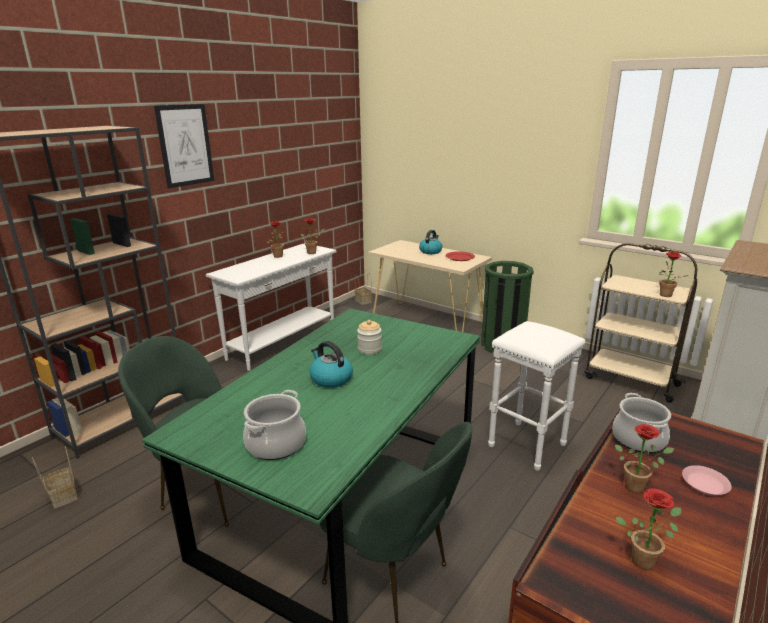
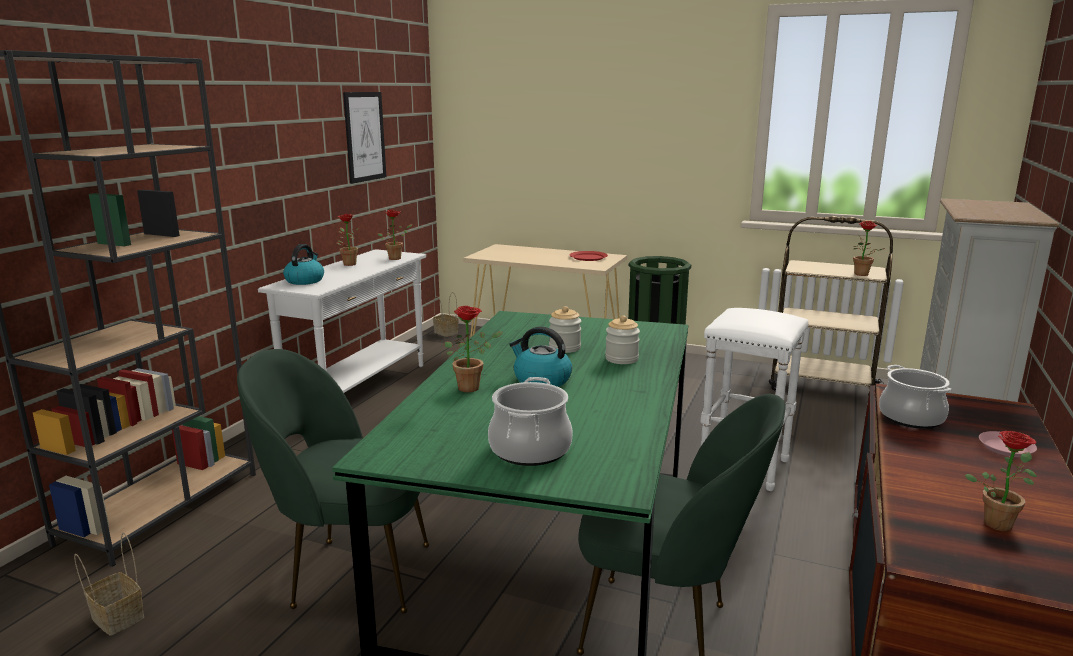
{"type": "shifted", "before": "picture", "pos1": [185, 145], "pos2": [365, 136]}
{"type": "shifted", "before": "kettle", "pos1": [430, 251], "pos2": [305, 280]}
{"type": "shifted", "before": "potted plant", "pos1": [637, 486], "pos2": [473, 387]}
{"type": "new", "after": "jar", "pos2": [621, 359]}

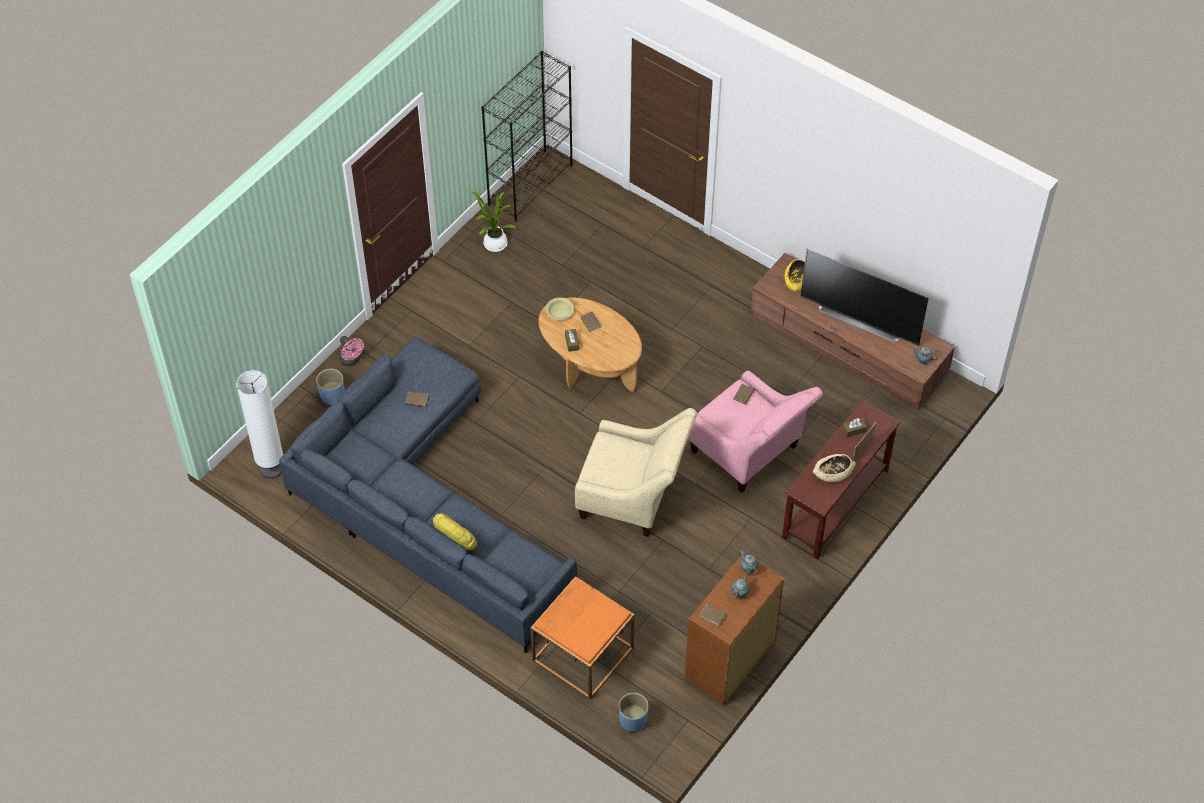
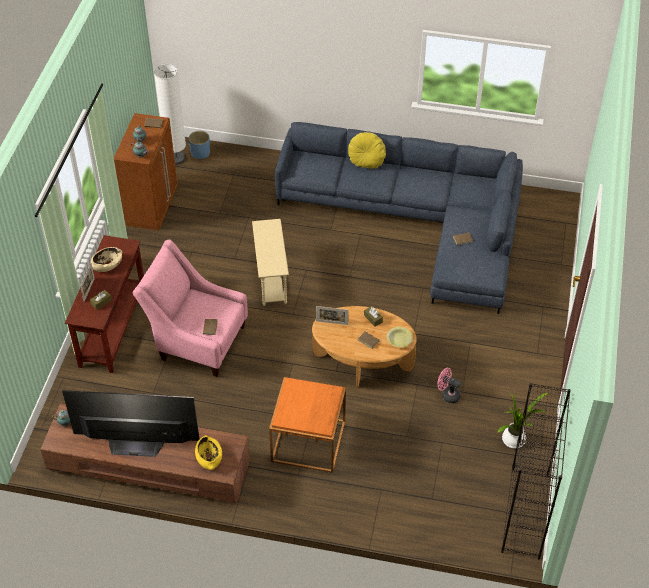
{"type": "shifted", "before": "pink fan", "pos1": [351, 360], "pos2": [447, 395]}
{"type": "gone", "before": "blue planter", "pos1": [332, 395]}
{"type": "shifted", "before": "white floor lamp", "pos1": [271, 469], "pos2": [176, 159]}
{"type": "swapped", "before": "beige armchair", "after": "beige side table", "pos1": [634, 497], "pos2": [271, 278]}
{"type": "shifted", "before": "orange side table", "pos1": [583, 654], "pos2": [308, 441]}
{"type": "new", "after": "picture frame", "pos2": [332, 323]}

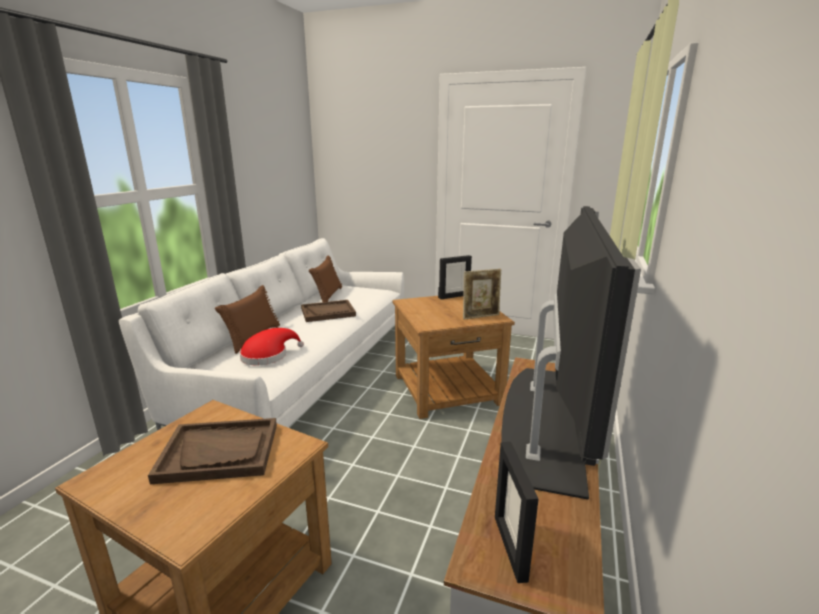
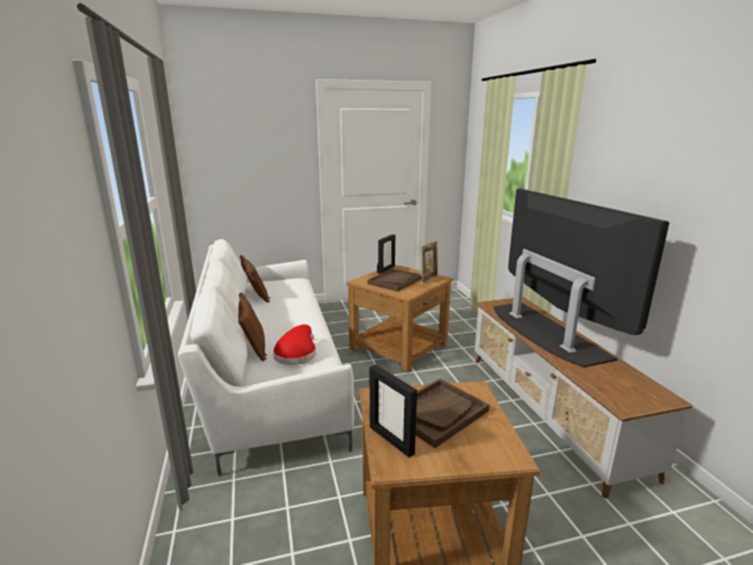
{"type": "shifted", "before": "brown tray", "pos1": [328, 312], "pos2": [395, 281]}
{"type": "shifted", "before": "picture frame", "pos1": [512, 547], "pos2": [392, 439]}

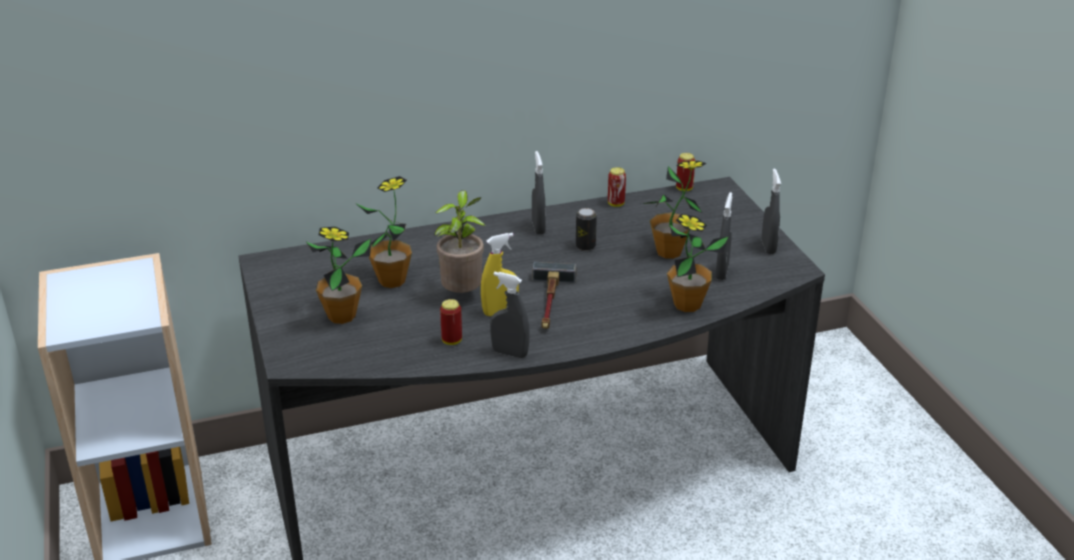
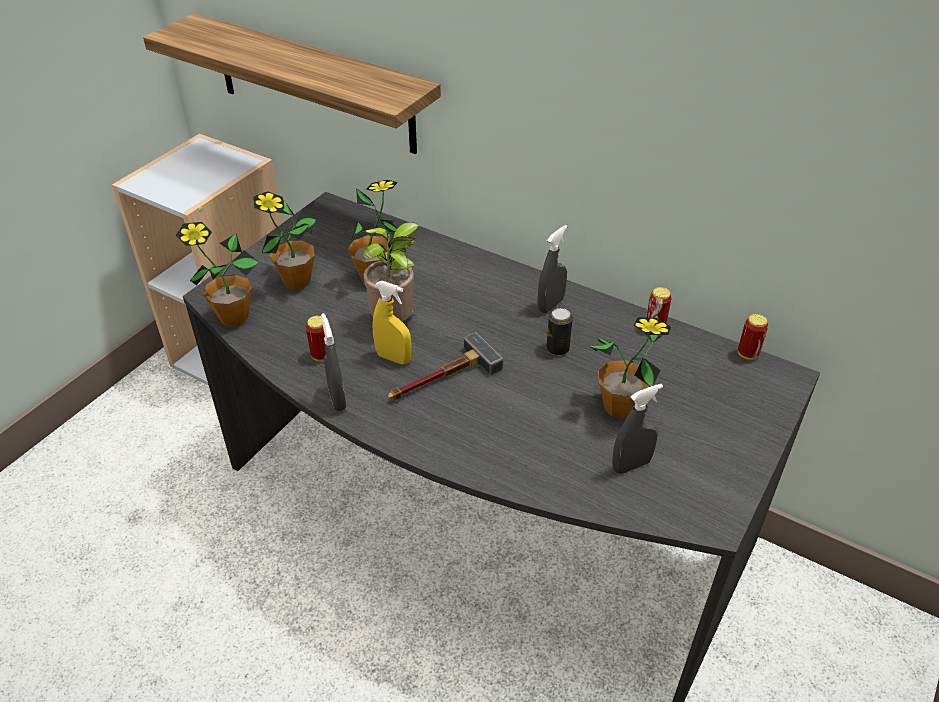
{"type": "gone", "before": "grey spray bottle", "pos1": [768, 247]}
{"type": "shifted", "before": "potted plant", "pos1": [687, 305], "pos2": [234, 318]}
{"type": "new", "after": "shelf", "pos2": [313, 84]}

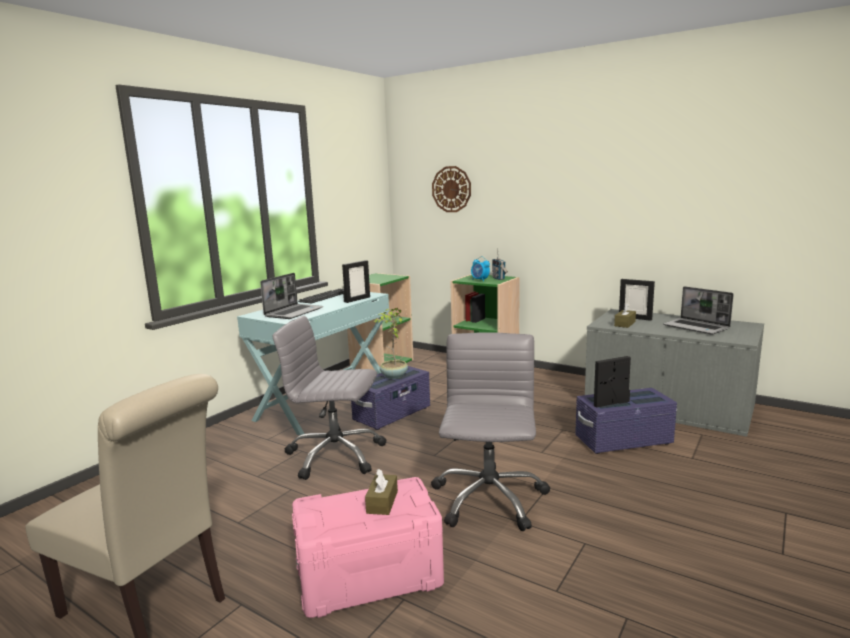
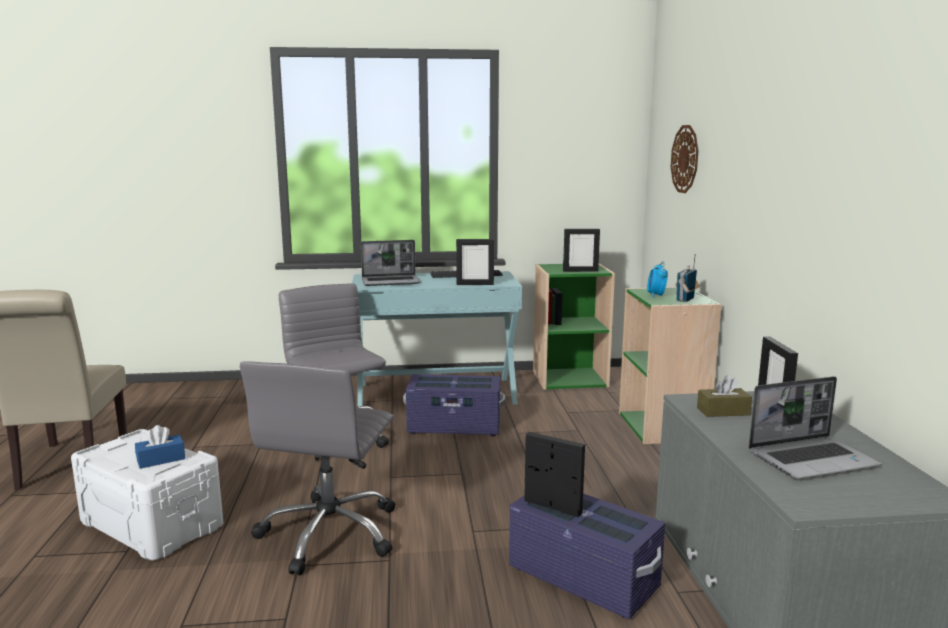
{"type": "rotated", "before": "laptop", "pos1": [697, 327], "pos2": [812, 459], "turn": -120}
{"type": "gone", "before": "potted plant", "pos1": [393, 376]}
{"type": "rotated", "before": "grey office chair", "pos1": [488, 498], "pos2": [329, 534], "turn": 135}
{"type": "repainted", "before": "brown tissue box", "after": "blue tissue box", "pos1": [382, 502], "pos2": [161, 459]}
{"type": "repainted", "before": "pink storage box", "after": "white storage box", "pos1": [369, 575], "pos2": [153, 523]}
{"type": "new", "after": "picture frame", "pos2": [580, 271]}

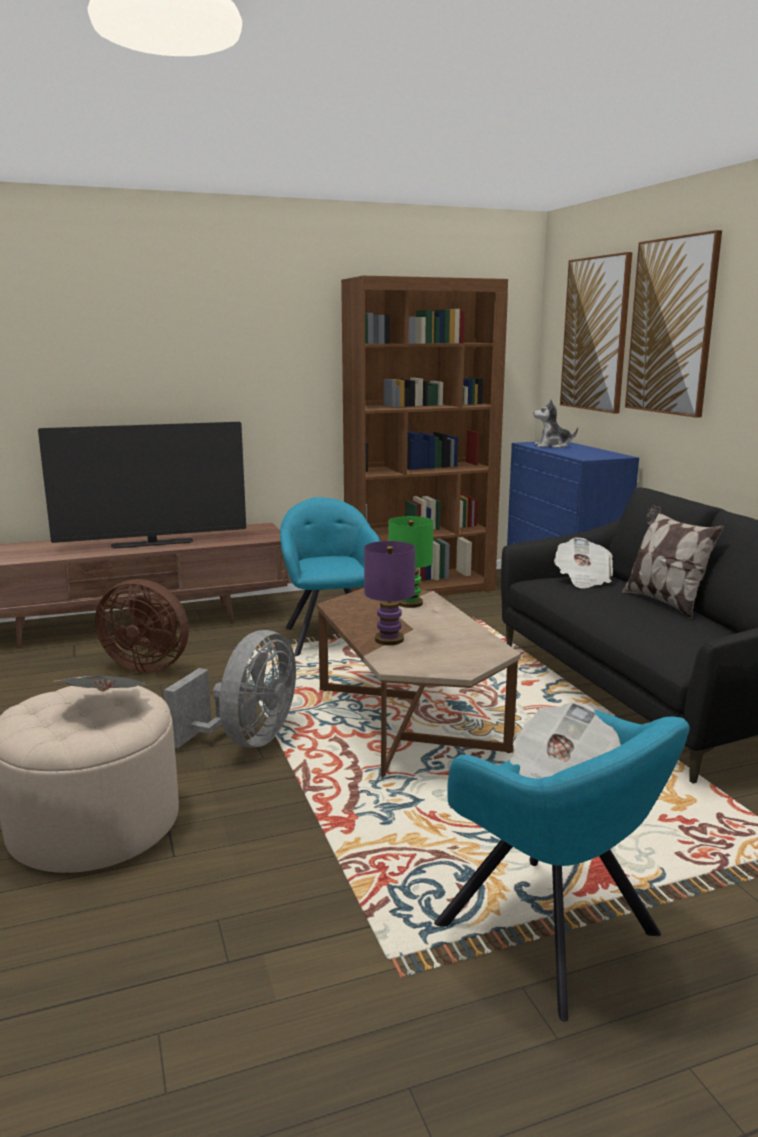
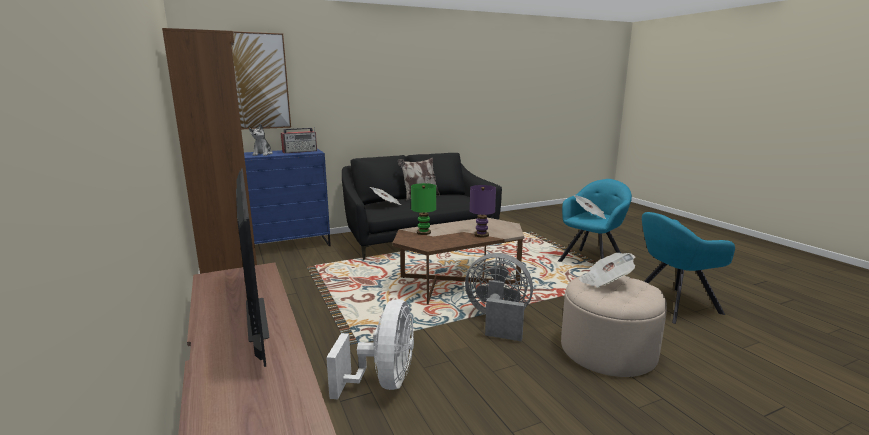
{"type": "gone", "before": "picture", "pos1": [672, 326]}
{"type": "shifted", "before": "turquoise armchair", "pos1": [330, 637], "pos2": [672, 305]}
{"type": "repainted", "before": "brown fan", "after": "white fan", "pos1": [148, 665], "pos2": [384, 382]}
{"type": "new", "after": "radio", "pos2": [300, 151]}

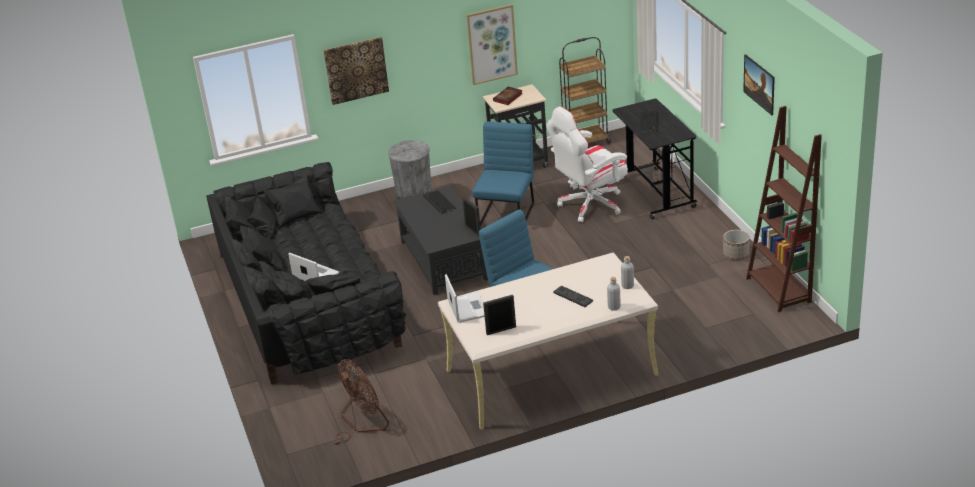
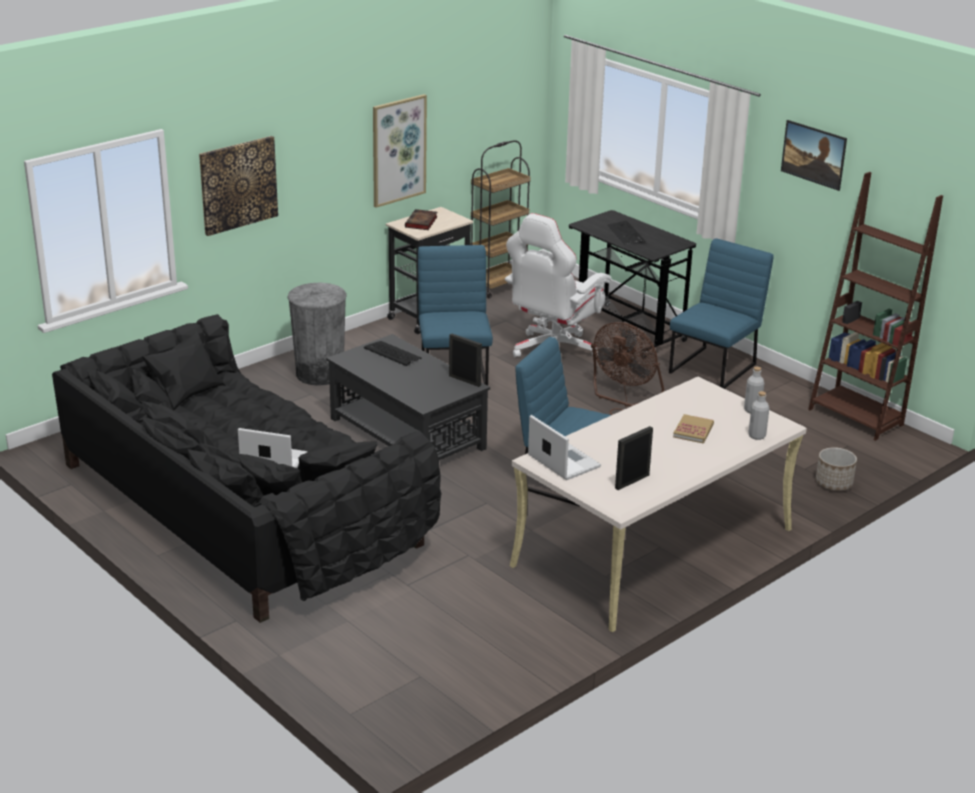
{"type": "shifted", "before": "planter", "pos1": [736, 254], "pos2": [834, 483]}
{"type": "swapped", "before": "keyboard", "after": "book", "pos1": [573, 296], "pos2": [693, 431]}
{"type": "shifted", "before": "brown fan", "pos1": [358, 421], "pos2": [621, 398]}
{"type": "new", "after": "blue chair", "pos2": [714, 367]}

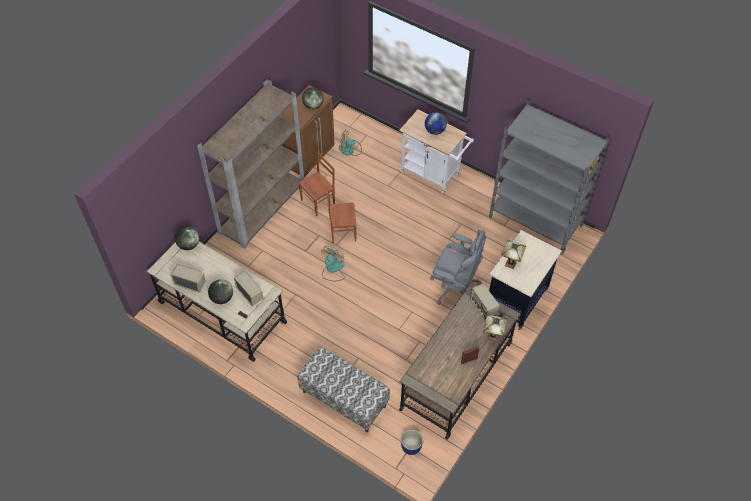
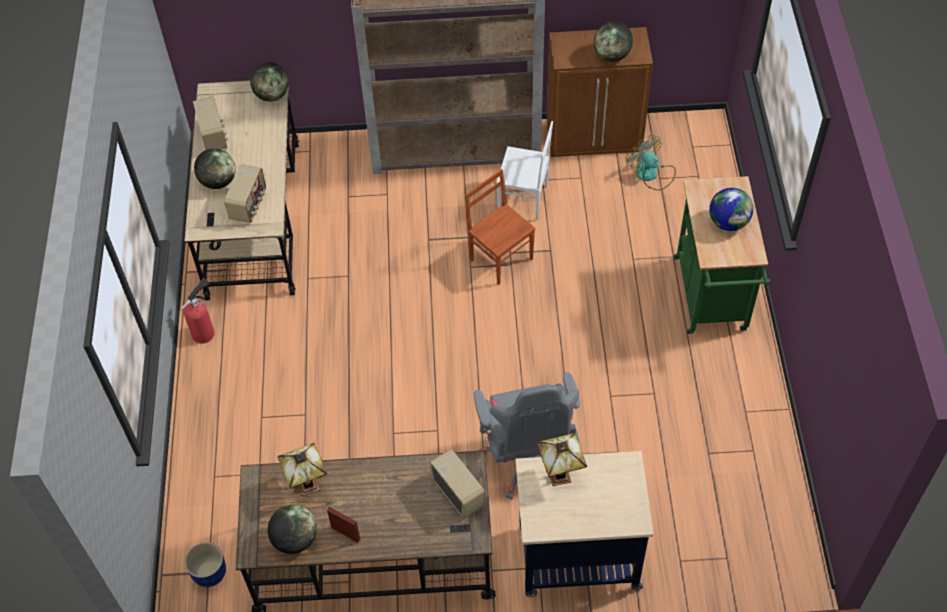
{"type": "gone", "before": "grey bookcase", "pos1": [535, 221]}
{"type": "repainted", "before": "white cart", "after": "green cart", "pos1": [433, 174], "pos2": [711, 299]}
{"type": "repainted", "before": "brown chair", "after": "white chair", "pos1": [318, 202], "pos2": [523, 200]}
{"type": "gone", "before": "fan", "pos1": [332, 270]}
{"type": "rotated", "before": "radio", "pos1": [482, 307], "pos2": [458, 493], "turn": 120}
{"type": "shifted", "before": "table lamp", "pos1": [493, 337], "pos2": [307, 486]}
{"type": "gone", "before": "bench", "pos1": [344, 399]}
{"type": "new", "after": "fire extinguisher", "pos2": [205, 332]}
{"type": "new", "after": "globe", "pos2": [295, 540]}

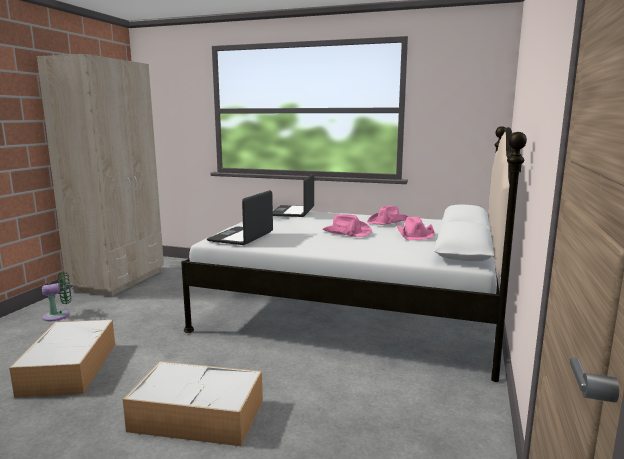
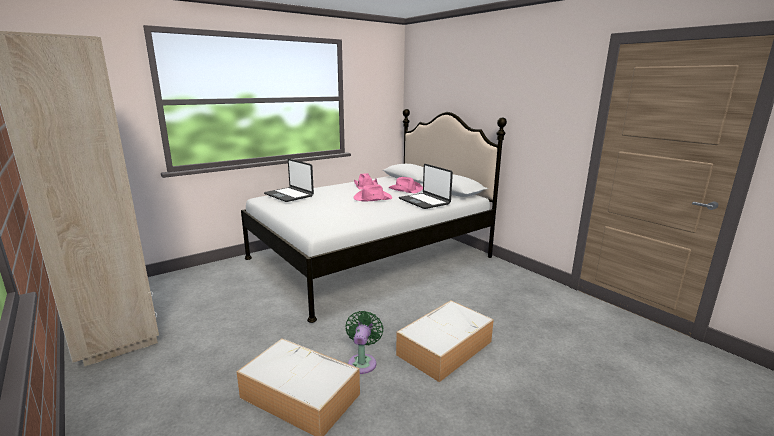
{"type": "shifted", "before": "laptop", "pos1": [242, 237], "pos2": [424, 201]}
{"type": "shifted", "before": "green fan", "pos1": [59, 315], "pos2": [363, 362]}

